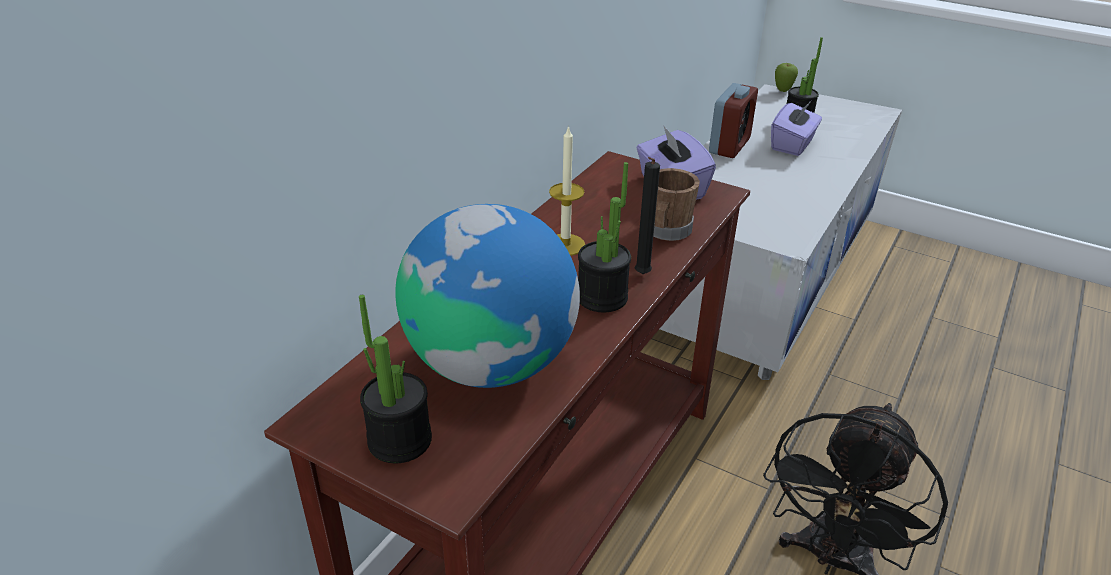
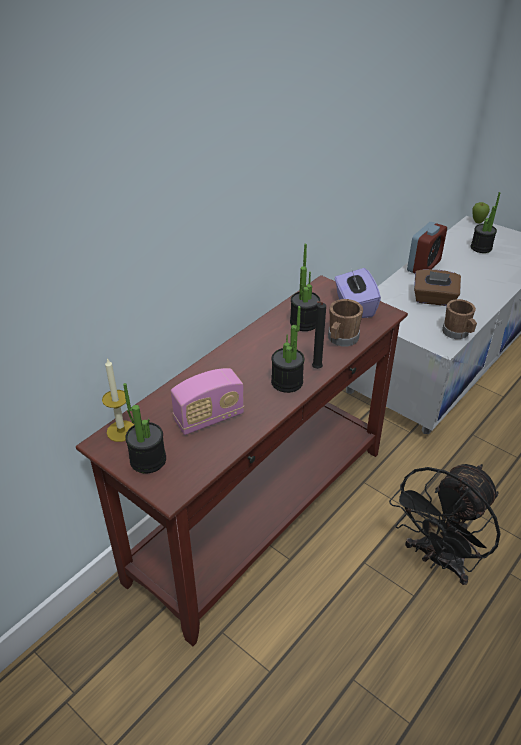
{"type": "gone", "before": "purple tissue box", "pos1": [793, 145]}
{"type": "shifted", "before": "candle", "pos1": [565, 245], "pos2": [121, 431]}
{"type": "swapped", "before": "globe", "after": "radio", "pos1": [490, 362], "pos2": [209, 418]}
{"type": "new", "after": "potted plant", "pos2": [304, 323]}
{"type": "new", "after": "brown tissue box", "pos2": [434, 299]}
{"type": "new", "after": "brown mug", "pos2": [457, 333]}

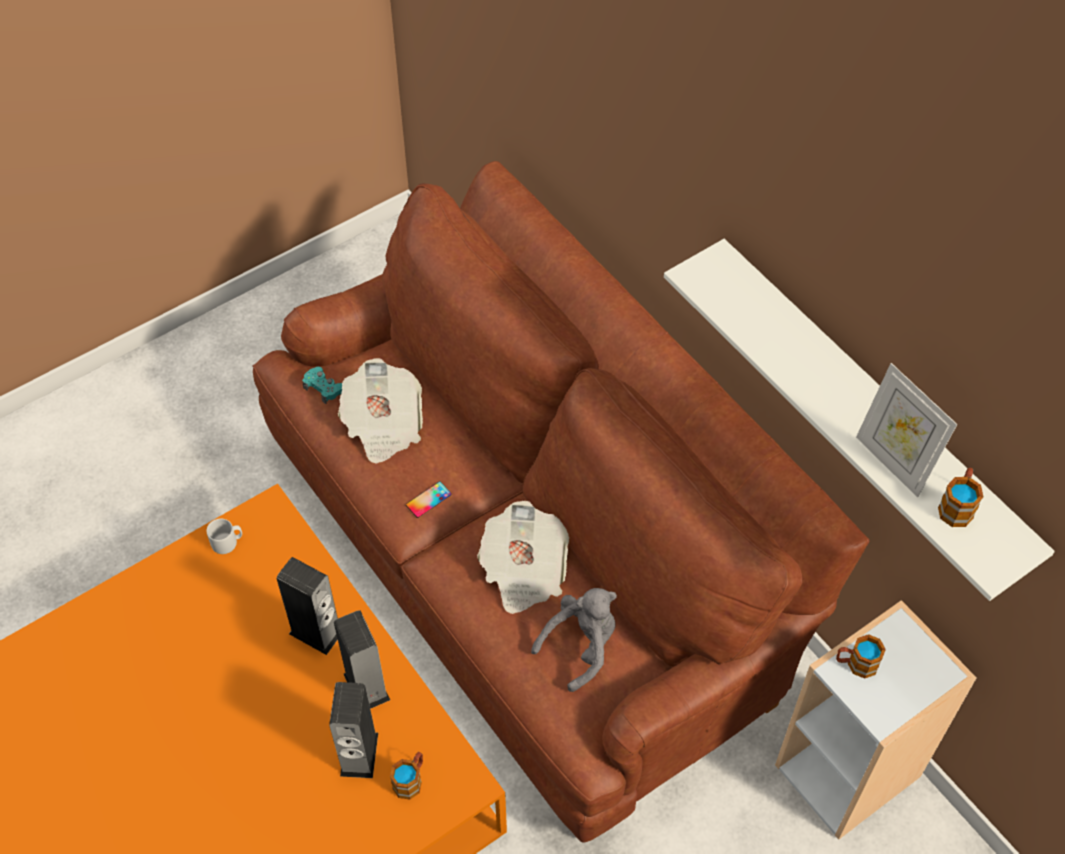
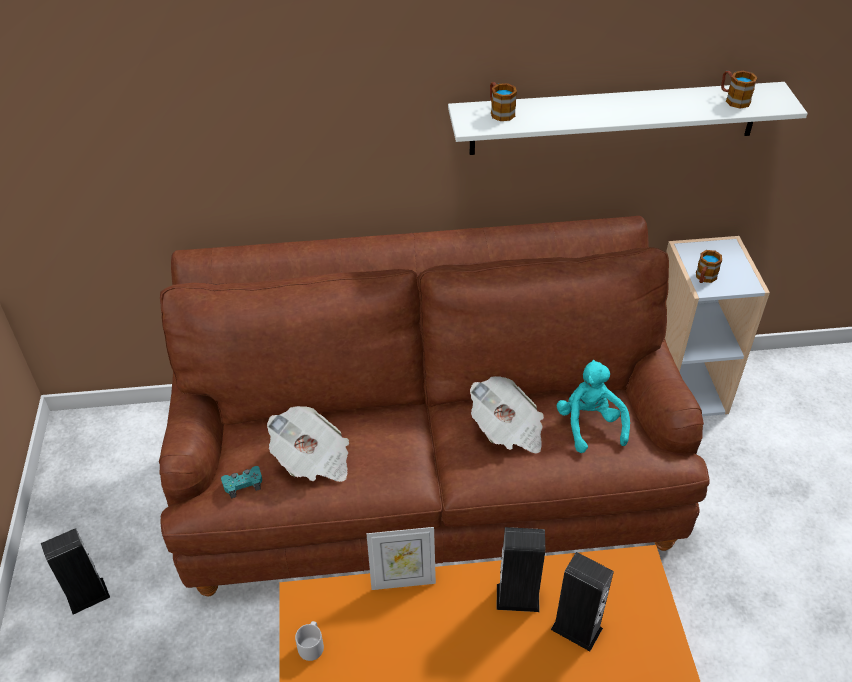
{"type": "shifted", "before": "picture frame", "pos1": [893, 462], "pos2": [403, 580]}
{"type": "gone", "before": "phone", "pos1": [428, 499]}
{"type": "shifted", "before": "speaker", "pos1": [316, 632], "pos2": [87, 596]}
{"type": "repainted", "before": "grey plush toy", "after": "turquoise plush toy", "pos1": [581, 646], "pos2": [589, 424]}
{"type": "shifted", "before": "mug", "pos1": [410, 780], "pos2": [499, 112]}

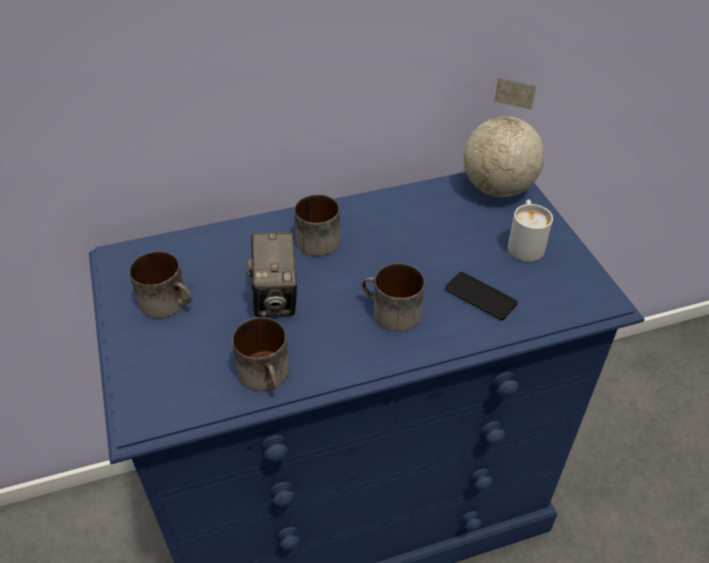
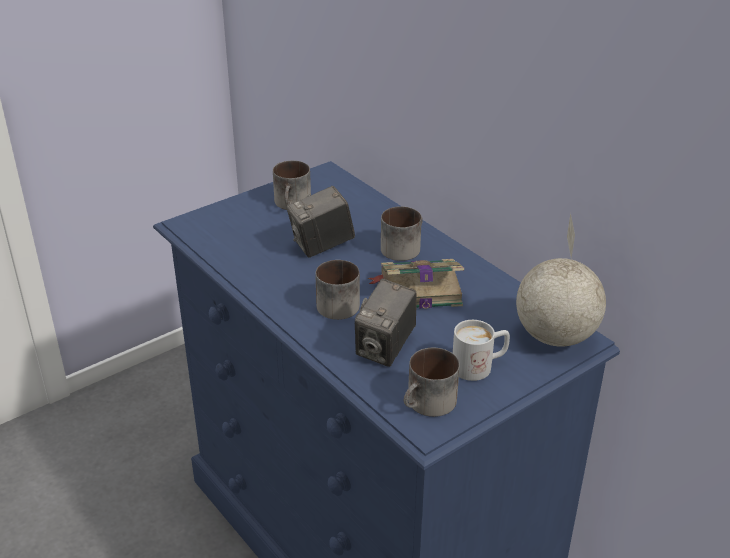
{"type": "swapped", "before": "phone", "after": "photo camera", "pos1": [480, 296], "pos2": [385, 348]}
{"type": "shifted", "before": "mug", "pos1": [268, 375], "pos2": [429, 404]}
{"type": "new", "after": "book", "pos2": [418, 290]}

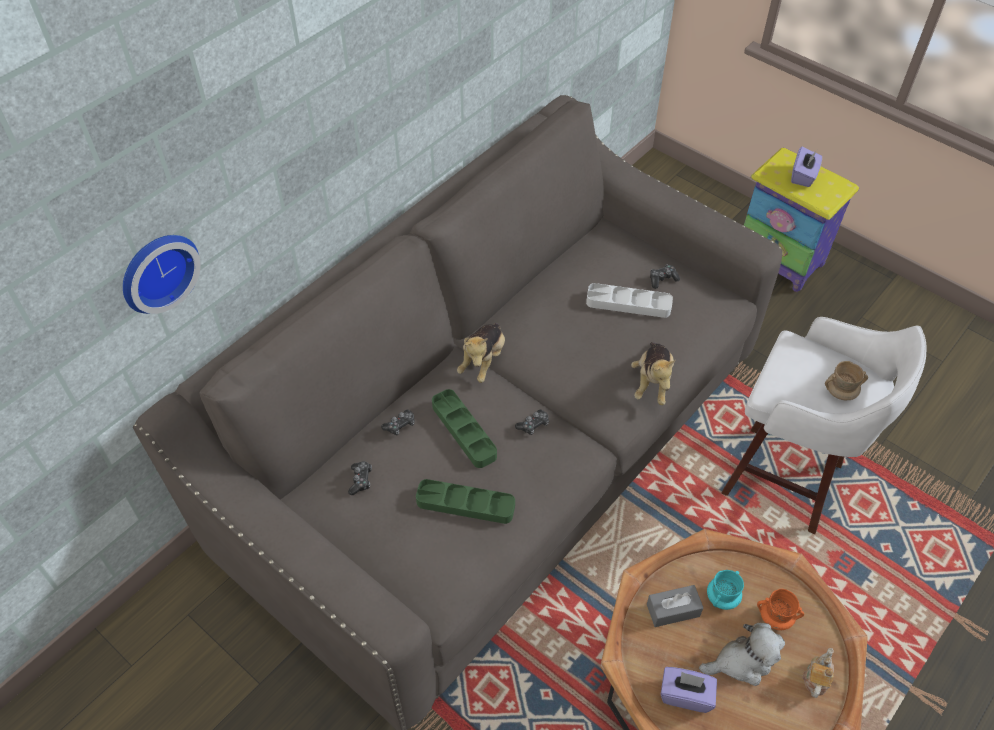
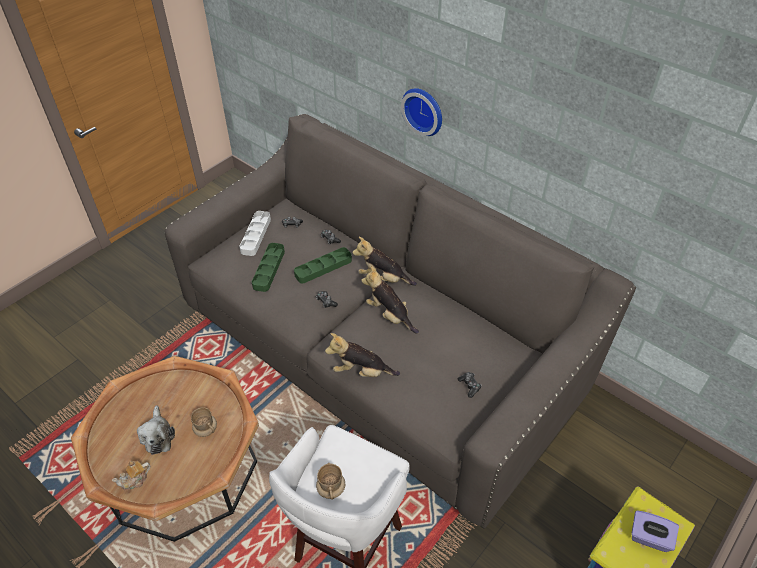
{"type": "shifted", "before": "wall clock", "pos1": [156, 270], "pos2": [424, 110]}
{"type": "shifted", "before": "white tray", "pos1": [628, 304], "pos2": [256, 235]}
{"type": "repainted", "before": "turquoise mug", "after": "beige mug", "pos1": [722, 597], "pos2": [206, 429]}
{"type": "gone", "before": "grey tissue box", "pos1": [673, 610]}
{"type": "gone", "before": "orange mug", "pos1": [775, 618]}
{"type": "rotated", "before": "teapot", "pos1": [816, 678], "pos2": [135, 480], "turn": 120}
{"type": "gone", "before": "purple tissue box", "pos1": [685, 695]}
{"type": "new", "after": "plush toy", "pos2": [389, 315]}

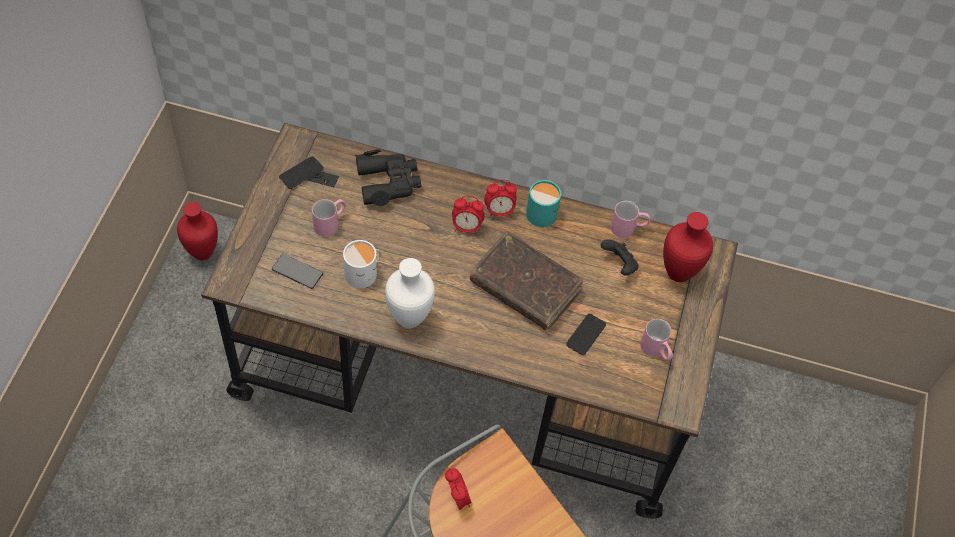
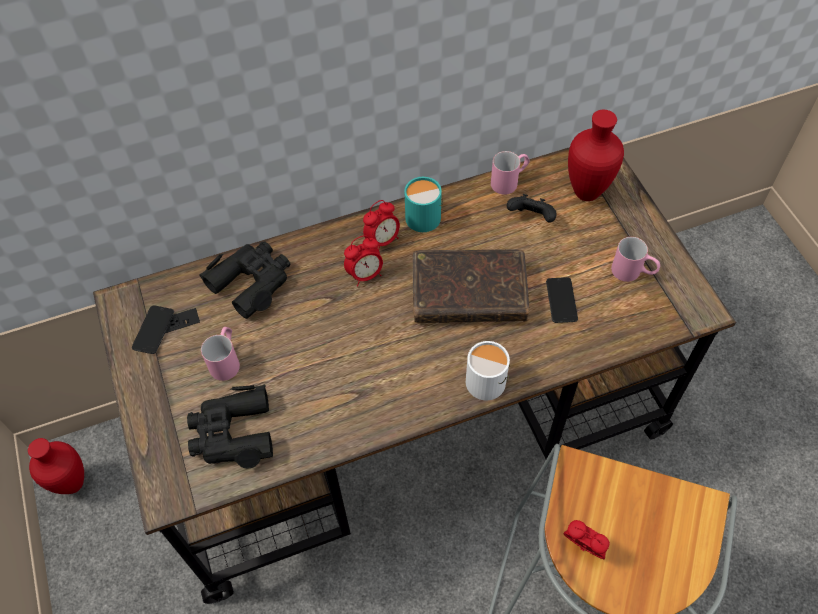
{"type": "shifted", "before": "white mug", "pos1": [364, 273], "pos2": [487, 378]}
{"type": "swapped", "before": "phone", "after": "black binoculars", "pos1": [297, 271], "pos2": [232, 433]}
{"type": "gone", "before": "white vase", "pos1": [409, 317]}

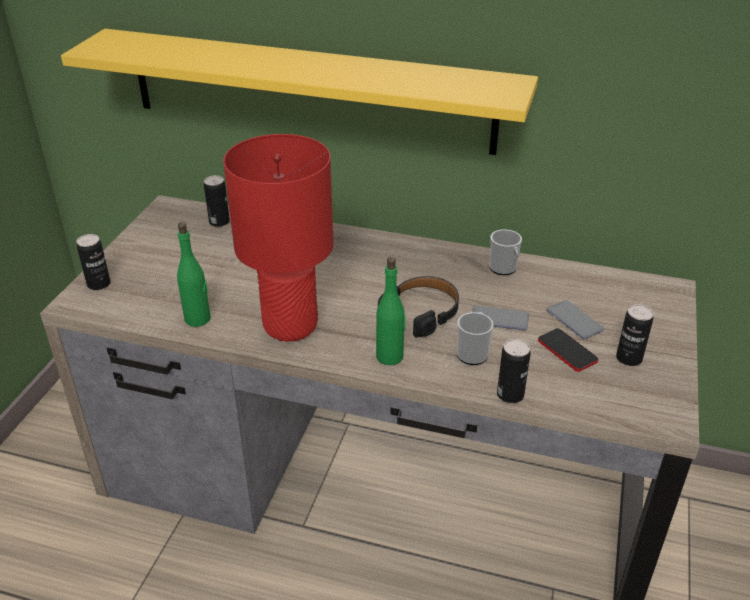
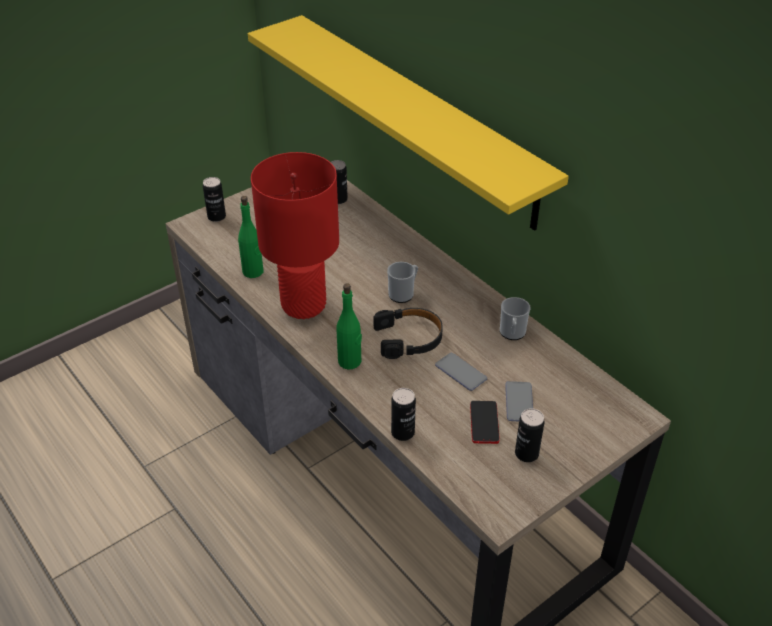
{"type": "shifted", "before": "mug", "pos1": [473, 352], "pos2": [403, 293]}

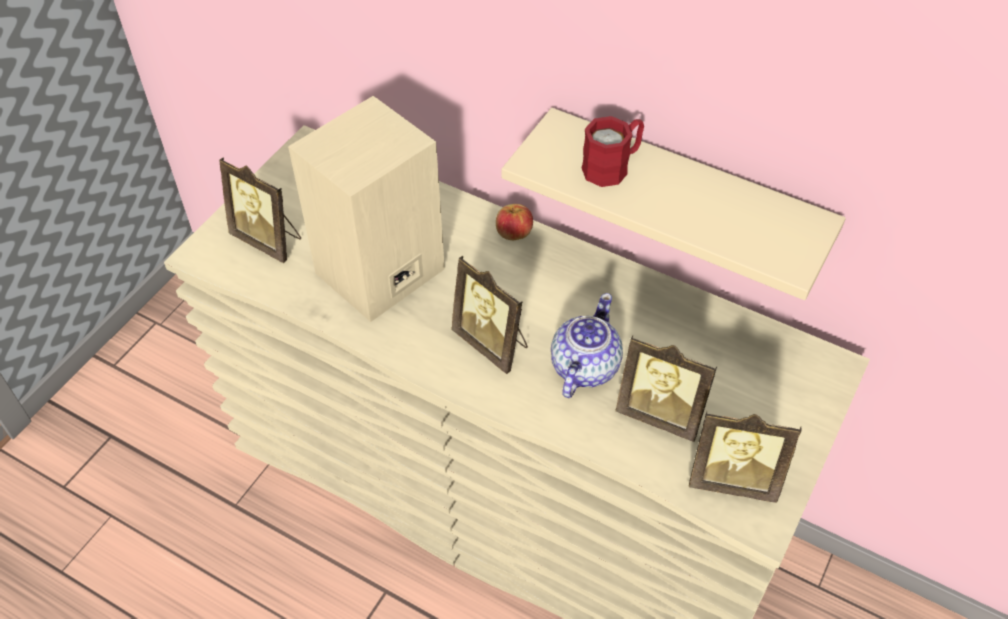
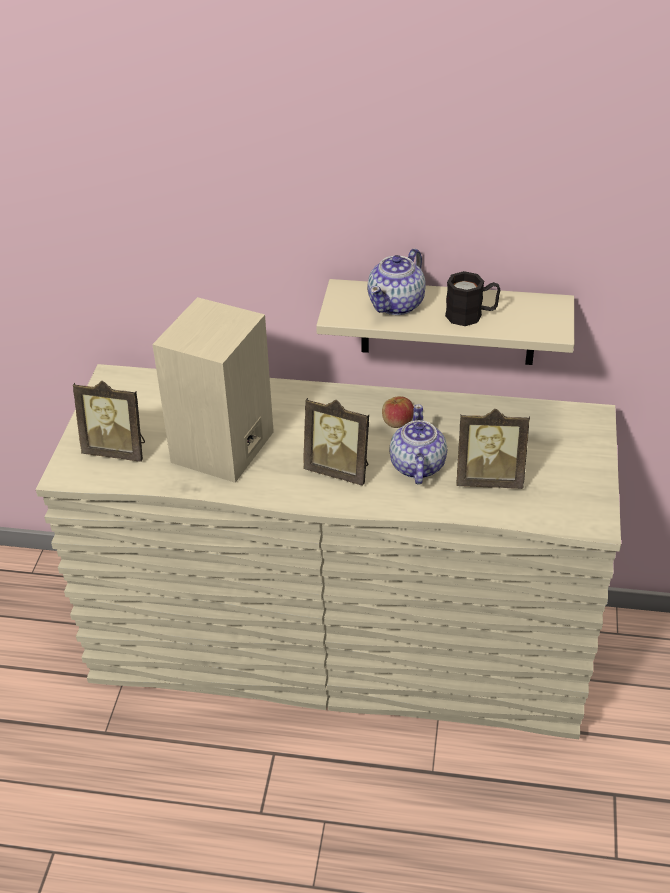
{"type": "swapped", "before": "red mug", "after": "teapot", "pos1": [612, 166], "pos2": [397, 304]}
{"type": "shifted", "before": "apple", "pos1": [513, 233], "pos2": [397, 422]}
{"type": "gone", "before": "picture frame", "pos1": [733, 479]}
{"type": "new", "after": "black mug", "pos2": [471, 315]}

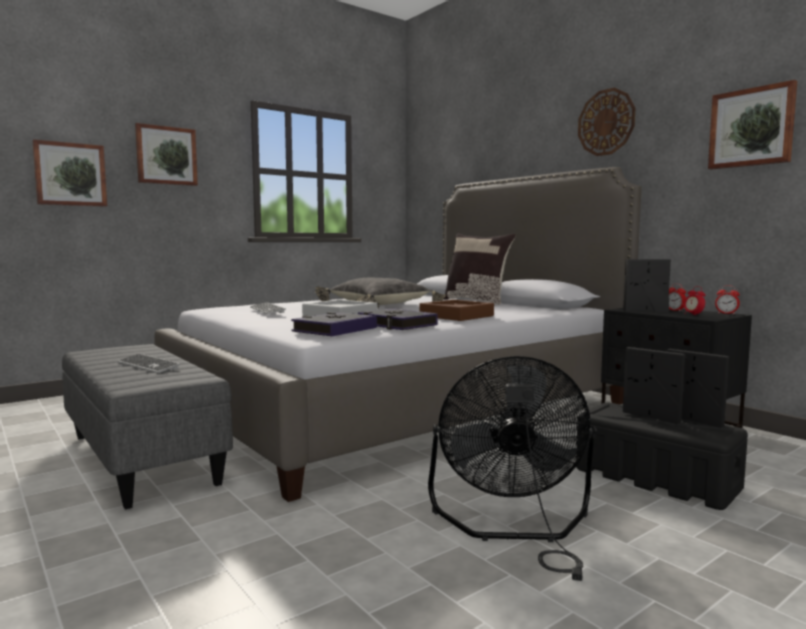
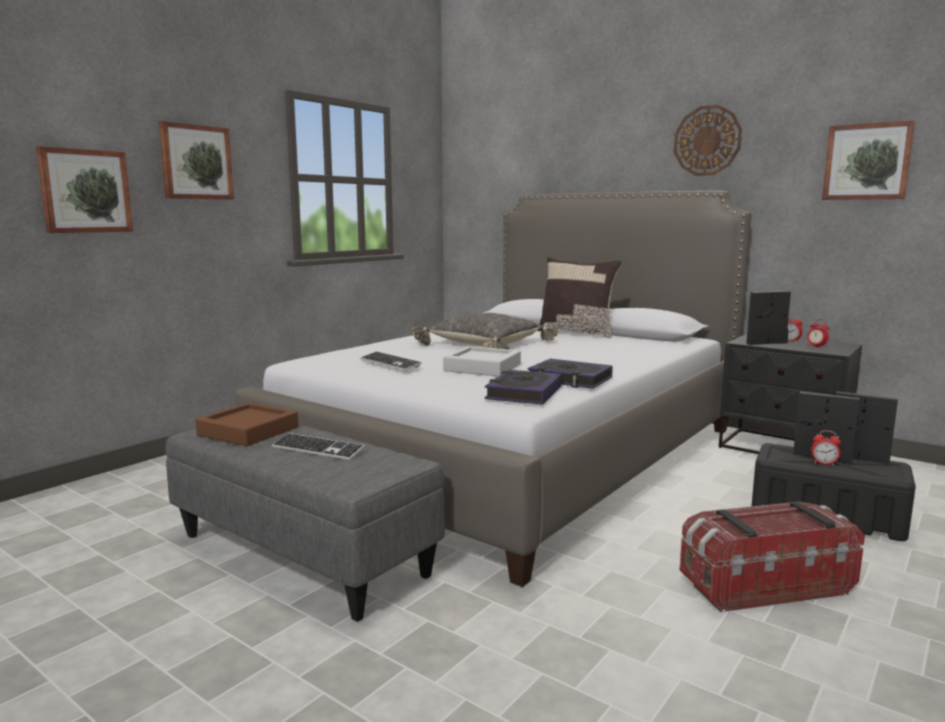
{"type": "shifted", "before": "alarm clock", "pos1": [726, 313], "pos2": [824, 464]}
{"type": "shifted", "before": "brown tray", "pos1": [456, 316], "pos2": [248, 431]}
{"type": "swapped", "before": "black fan", "after": "storage box", "pos1": [520, 529], "pos2": [763, 585]}

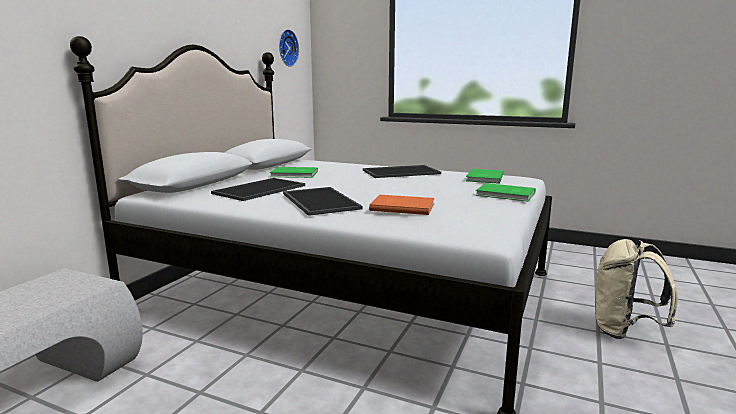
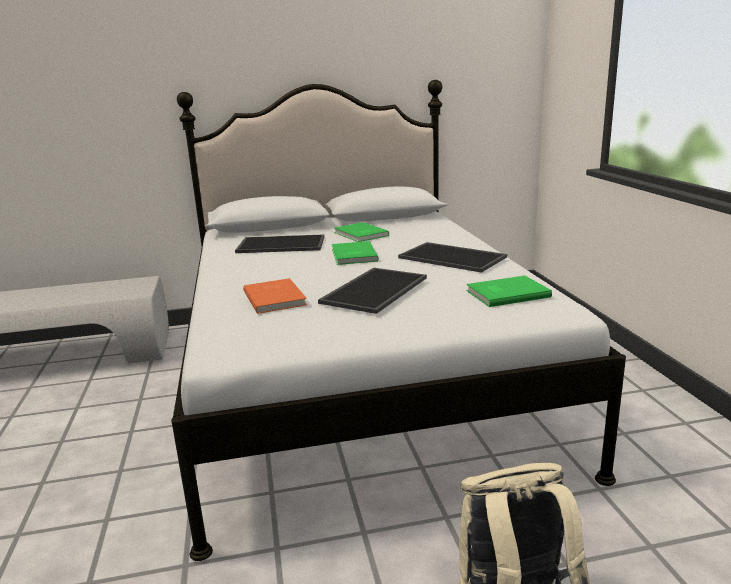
{"type": "gone", "before": "wall clock", "pos1": [286, 48]}
{"type": "shifted", "before": "green book", "pos1": [506, 194], "pos2": [352, 255]}
{"type": "shifted", "before": "tray", "pos1": [318, 201], "pos2": [373, 289]}

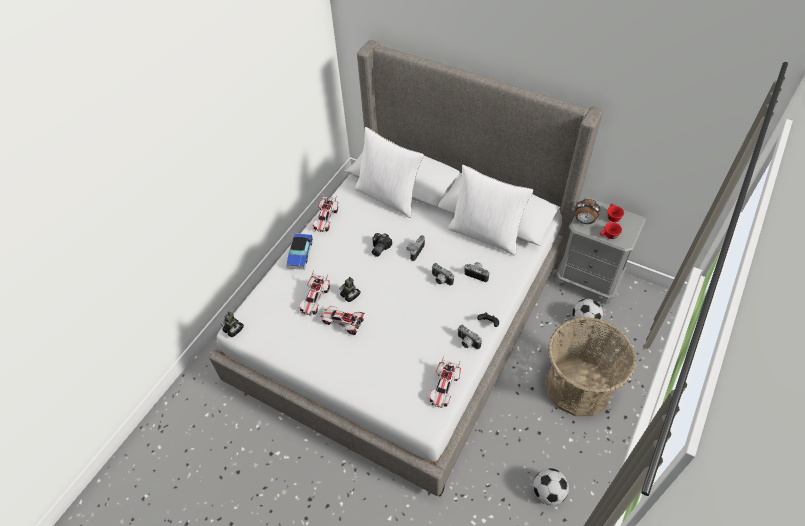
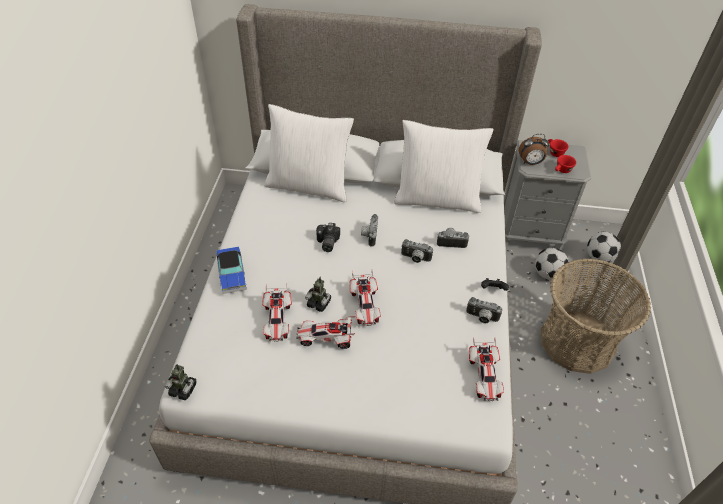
{"type": "shifted", "before": "toy car", "pos1": [326, 219], "pos2": [365, 306]}
{"type": "shifted", "before": "football", "pos1": [548, 492], "pos2": [599, 258]}

